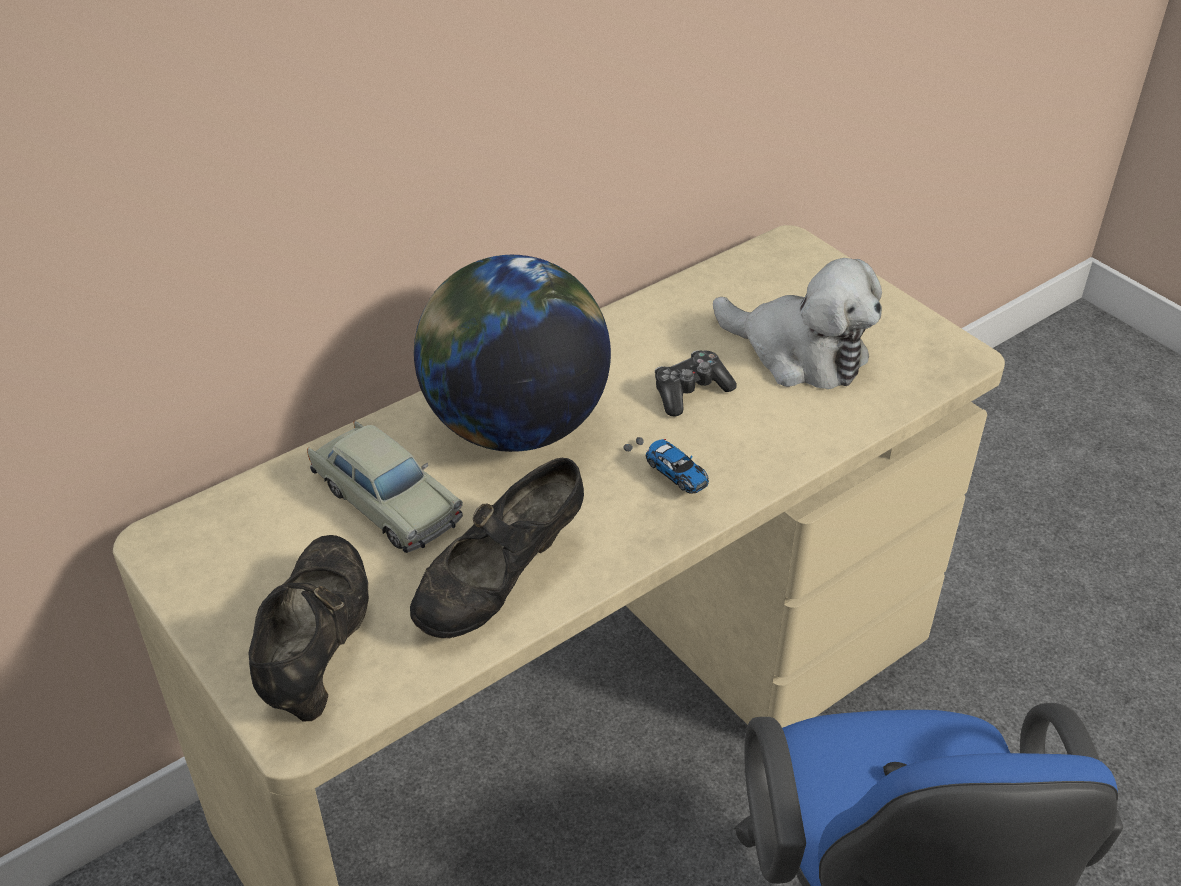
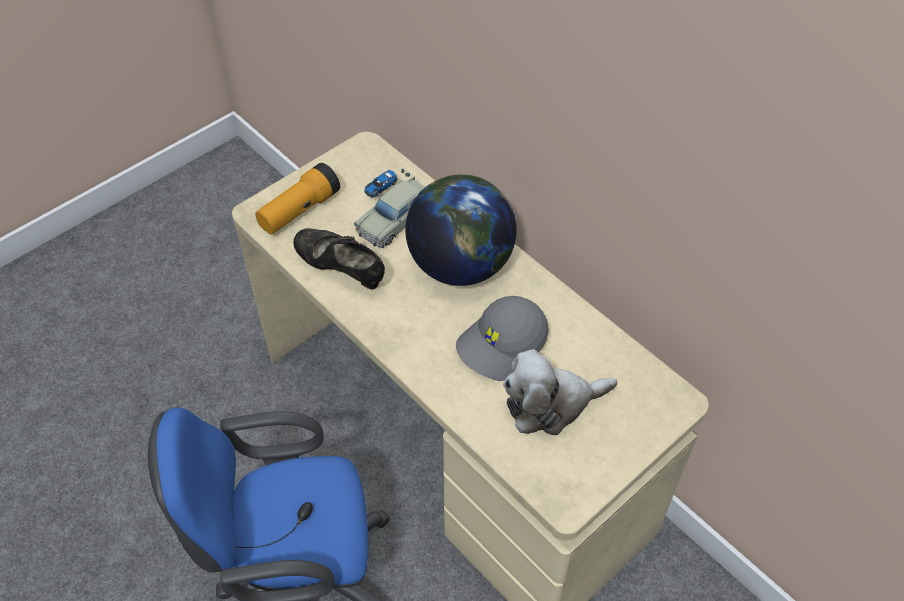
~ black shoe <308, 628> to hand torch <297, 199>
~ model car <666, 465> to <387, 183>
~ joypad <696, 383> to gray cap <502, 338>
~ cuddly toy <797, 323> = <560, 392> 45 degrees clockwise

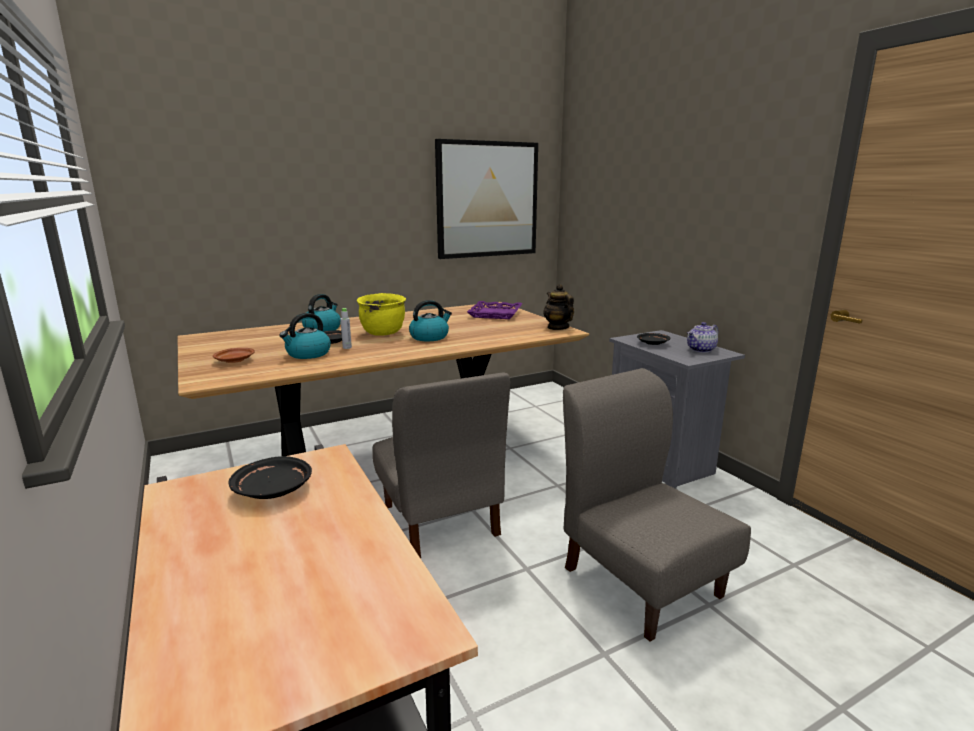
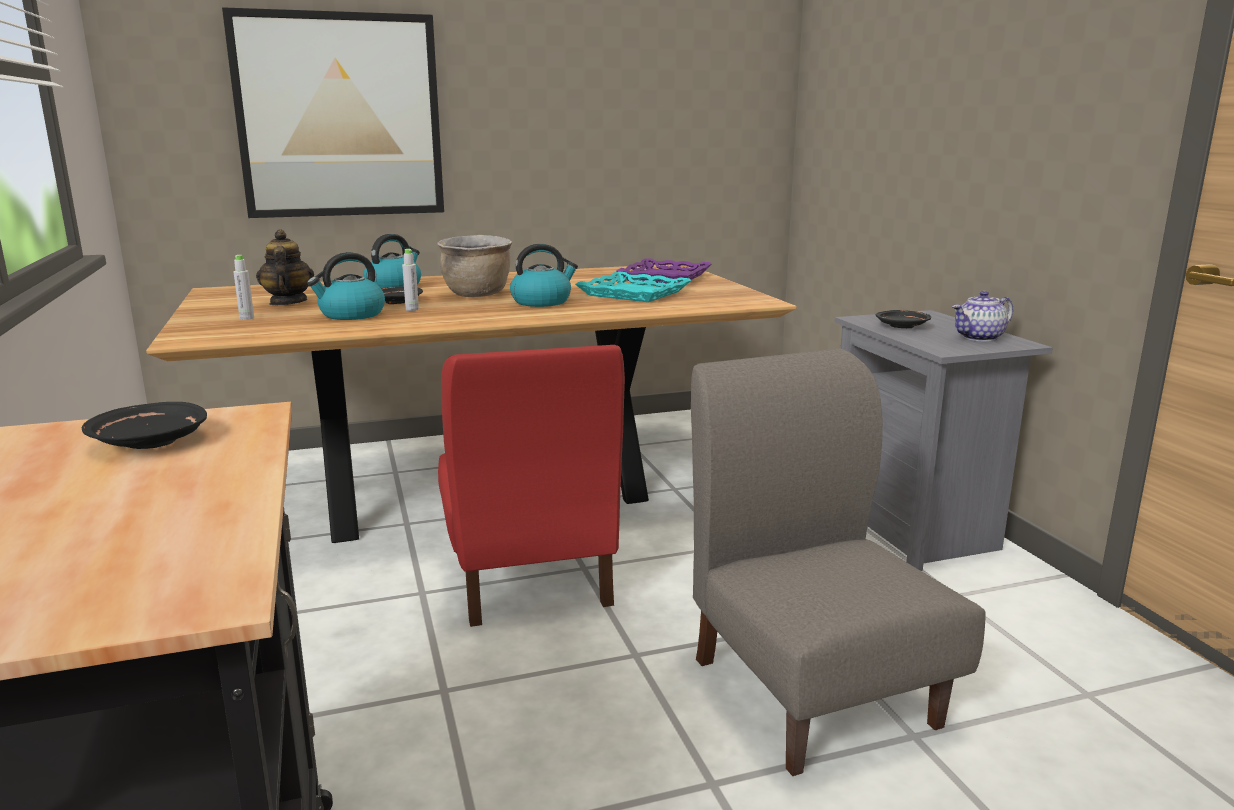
~ wall art <486, 199> to <333, 112>
~ brown flat dish <234, 355> to gray drink bottle <244, 287>
~ tea pot <558, 307> to <285, 267>
~ yellowish saucepot <381, 314> to brown saucepot <474, 266>
~ gray plain chair <441, 465> to red plain chair <531, 486>
+ turquoise serving tray <633, 286>

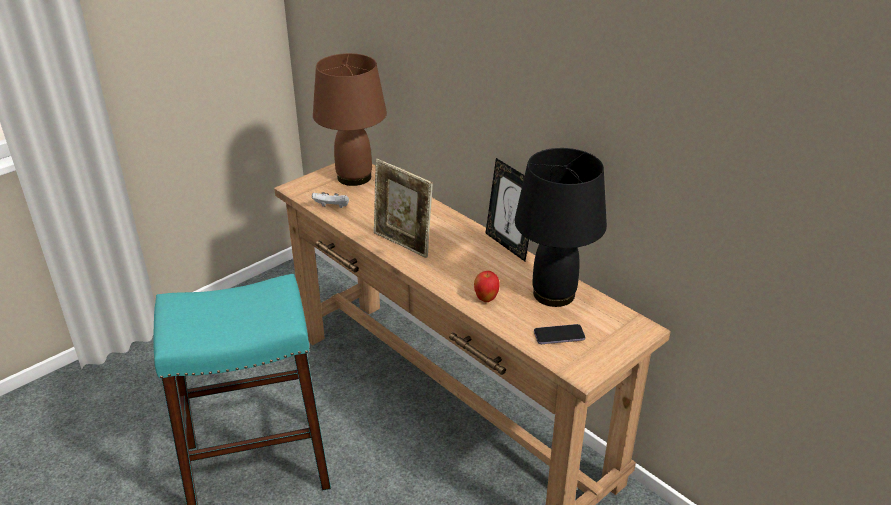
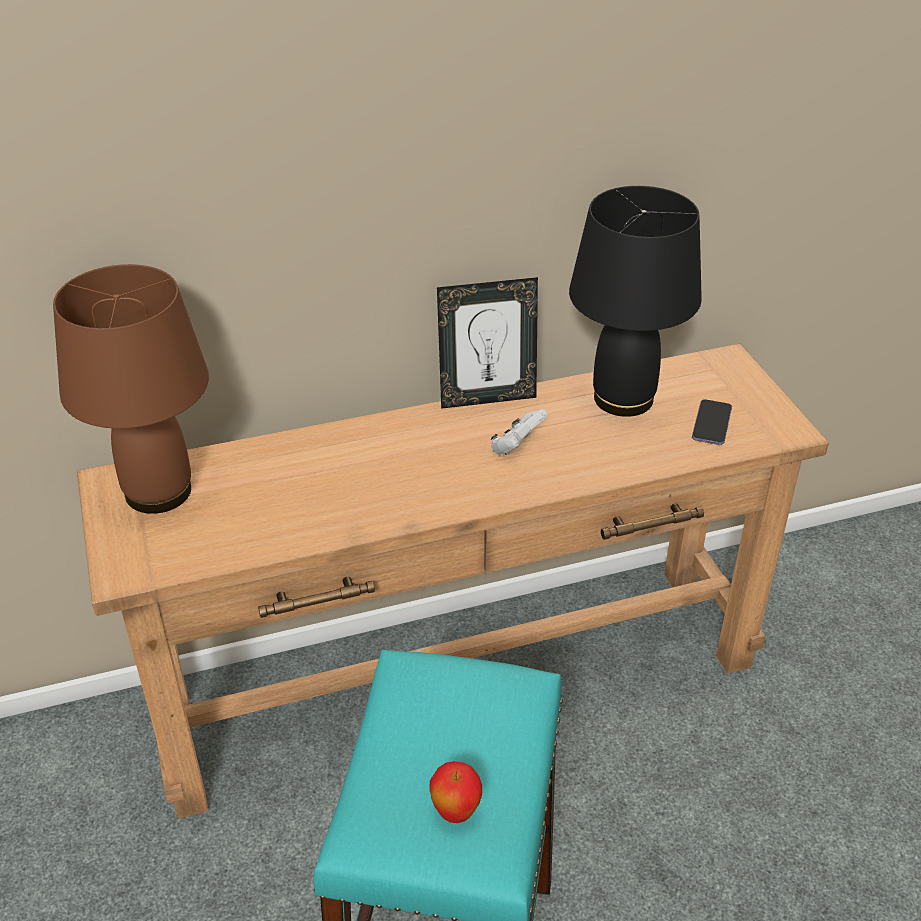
~ apple fruit <487, 286> to <455, 792>
~ white-coloured joypad <330, 200> to <519, 432>
- standing frame <403, 208>

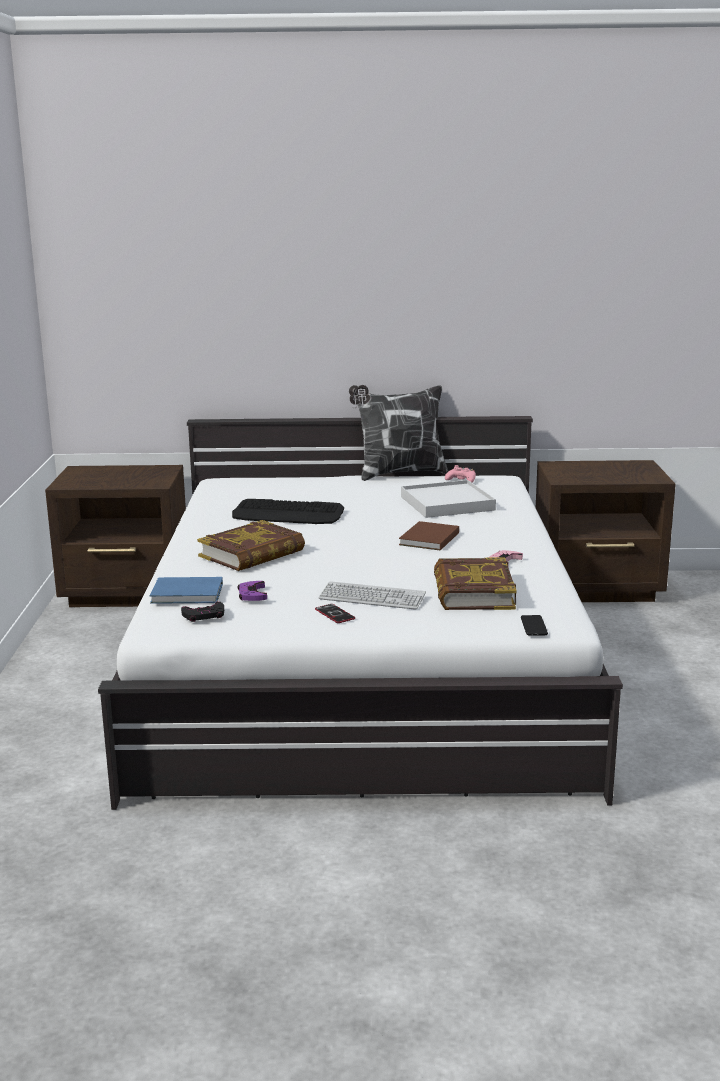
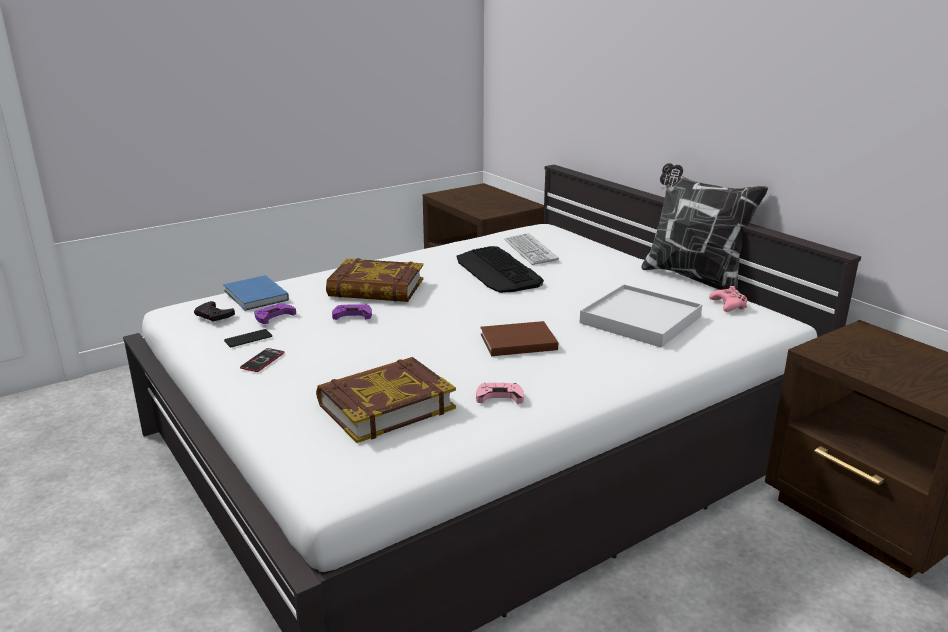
~ telephone <534, 625> to <248, 338>
+ purplish joypad <352, 312>
~ keyboard <372, 595> to <531, 249>

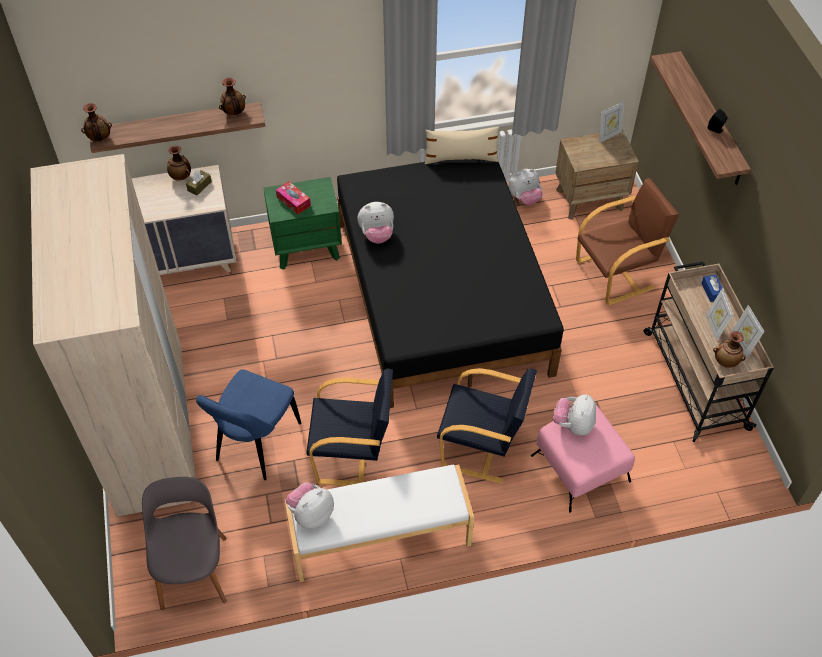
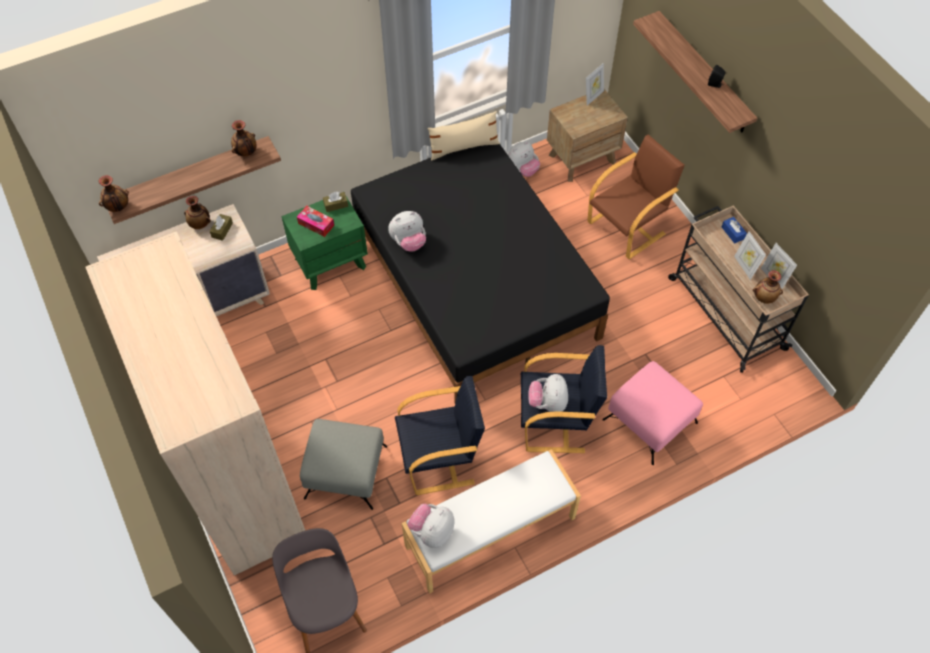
~ blue plain chair <248, 424> to gray footrest <343, 464>
+ brown tissue holder <335, 201>
~ cuddly toy <574, 414> to <548, 393>

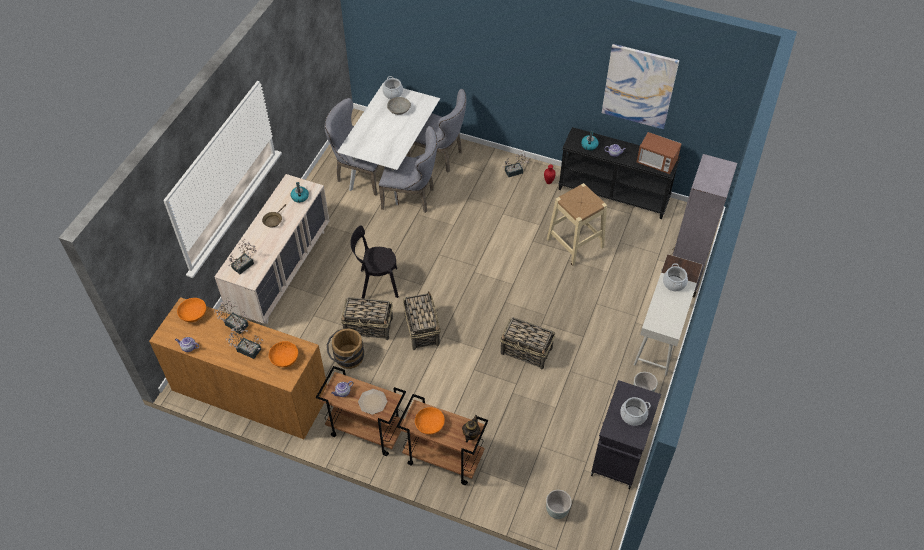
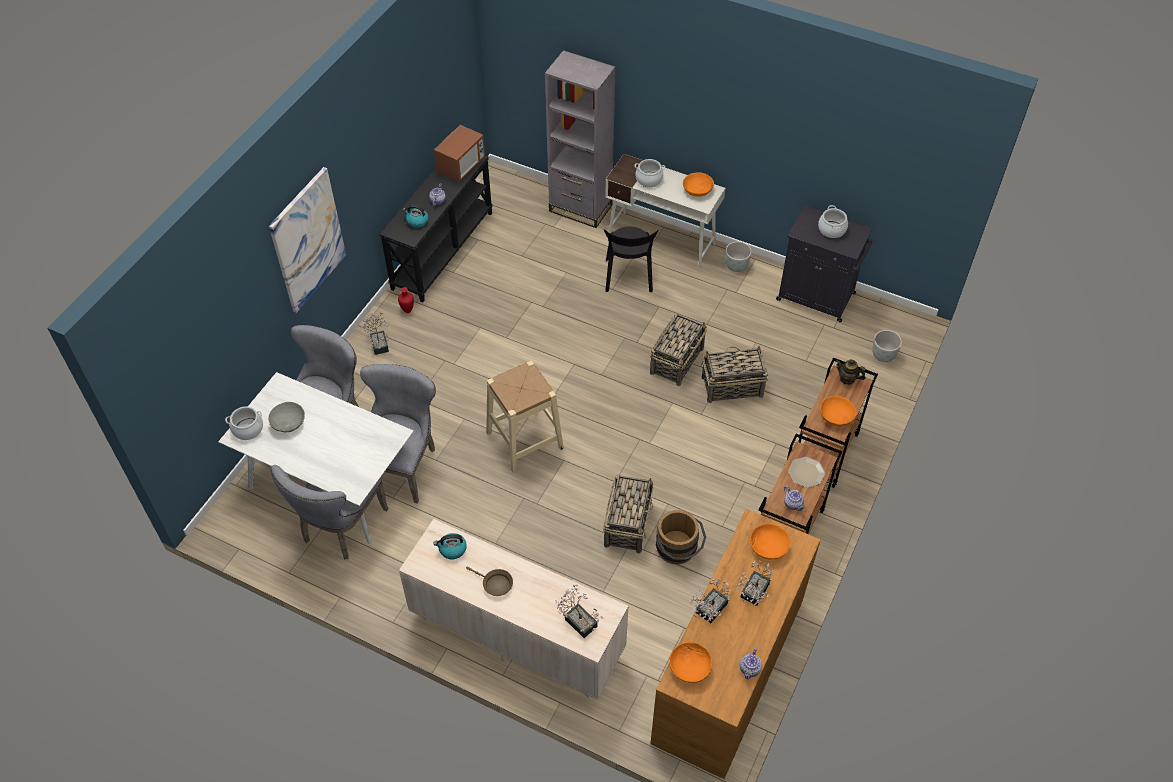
~ wall art <640, 86> to <307, 240>
~ beige-coloured stool seat <577, 224> to <525, 417>
~ black plain chair <374, 262> to <631, 259>
+ orange-coloured bowl <698, 184>
~ storage basket <422, 320> to <734, 374>

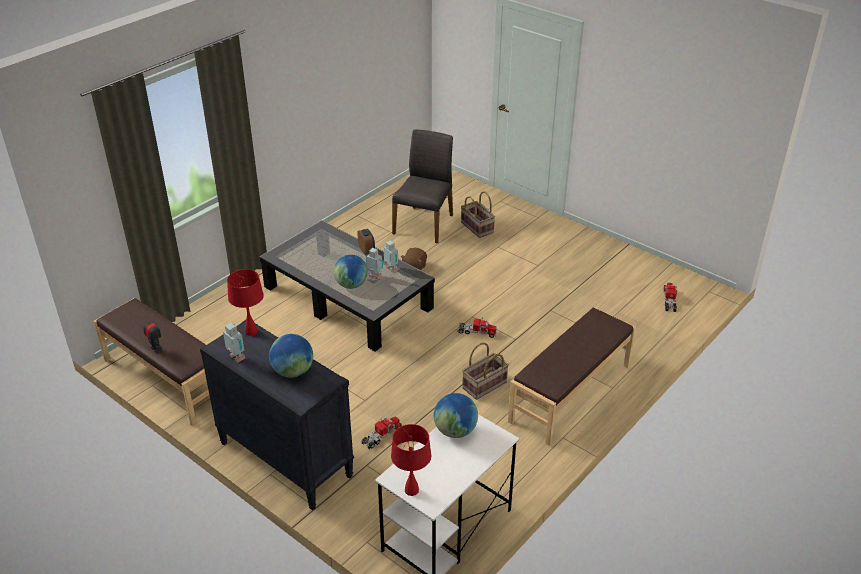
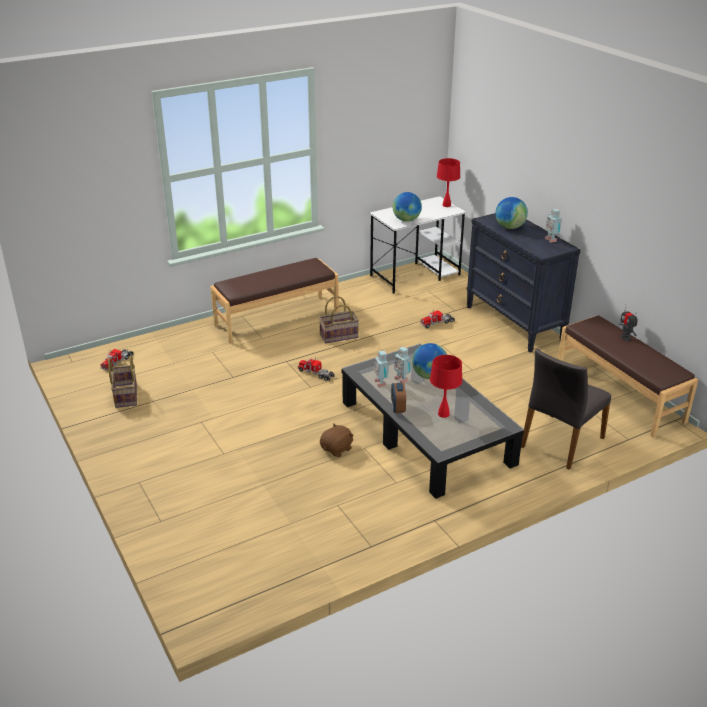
~ storage basket <478, 214> to <122, 382>
~ red table lamp <245, 302> to <446, 386>
~ gray plain chair <422, 186> to <566, 409>

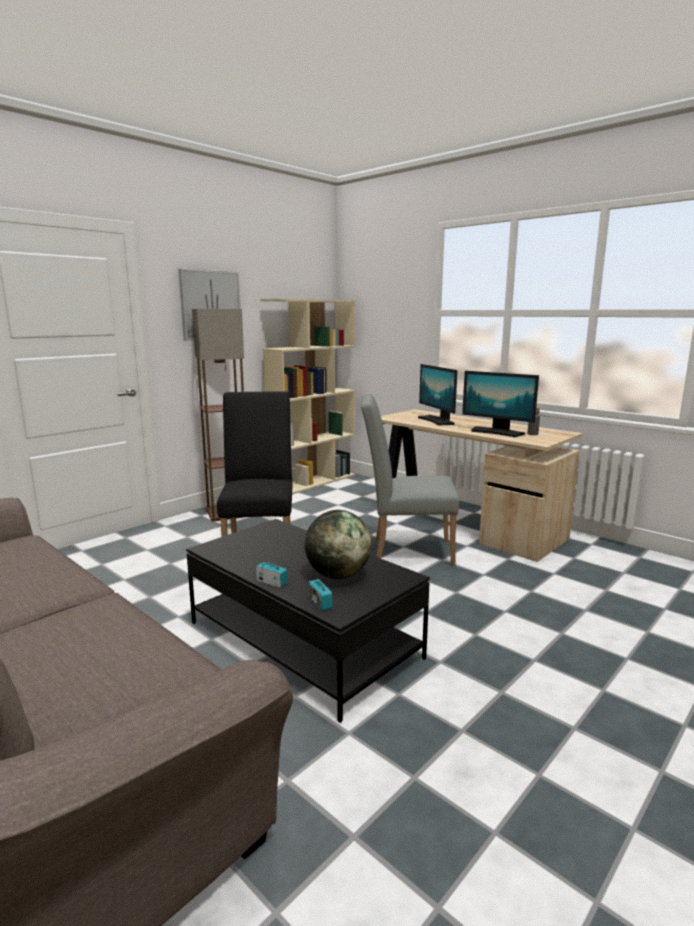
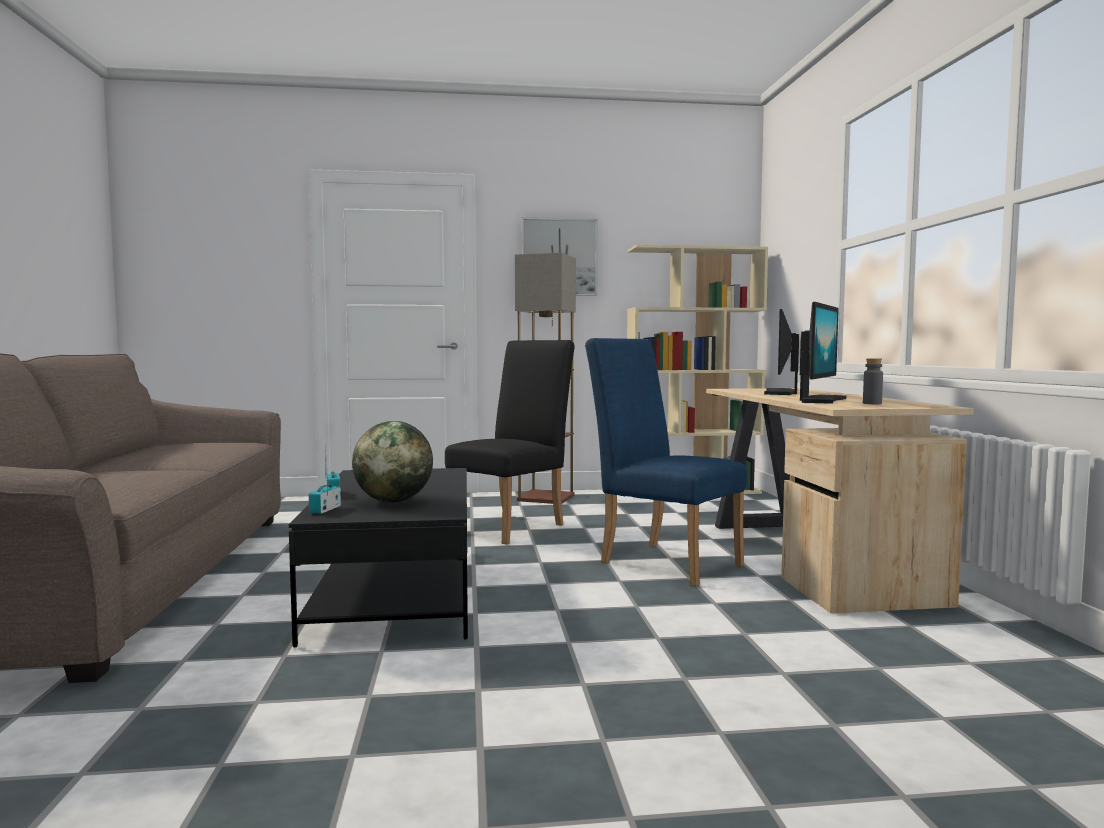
~ gray plain chair <410, 479> to blue plain chair <666, 462>
~ monitor <500, 404> = <823, 353> 135 degrees counterclockwise

